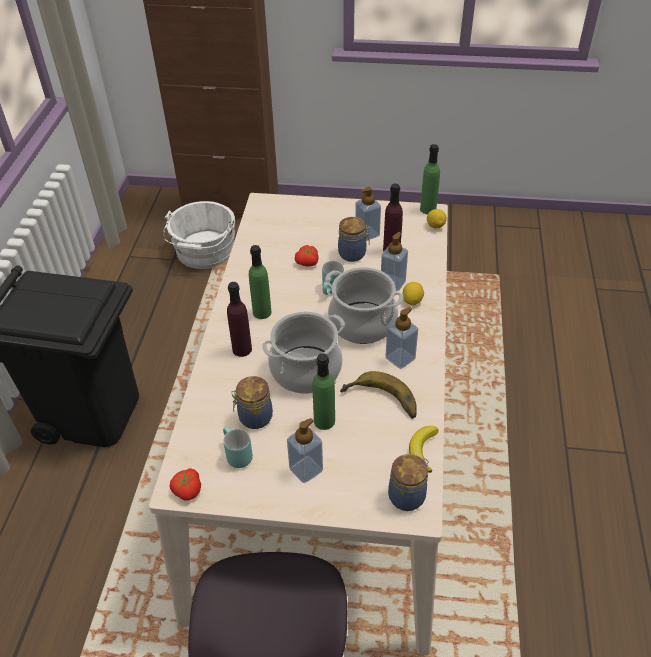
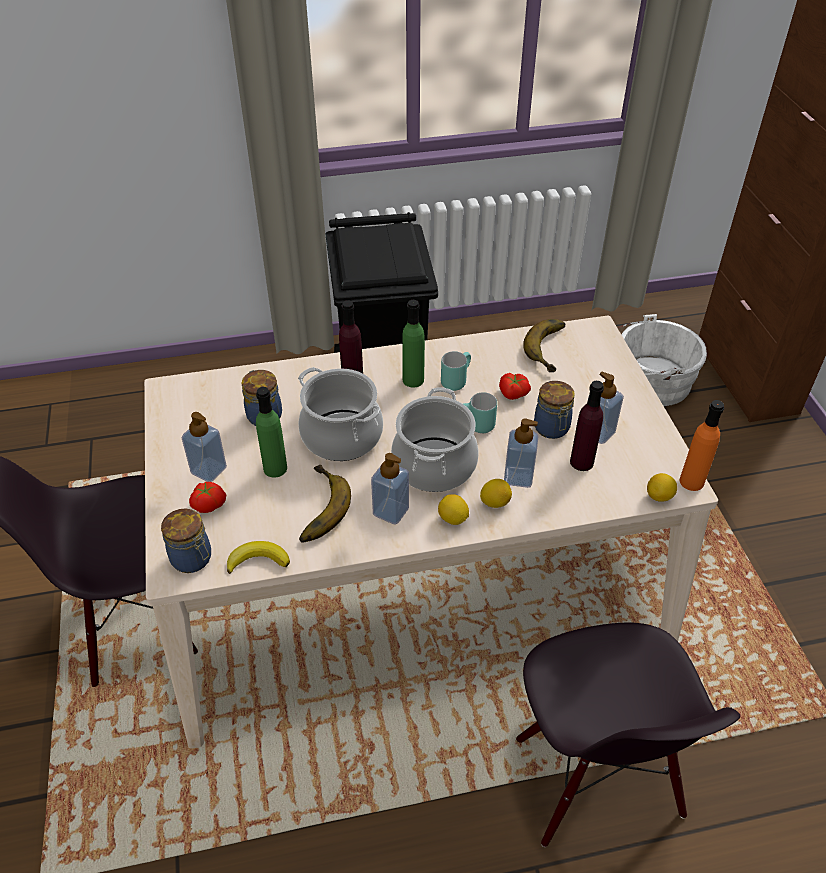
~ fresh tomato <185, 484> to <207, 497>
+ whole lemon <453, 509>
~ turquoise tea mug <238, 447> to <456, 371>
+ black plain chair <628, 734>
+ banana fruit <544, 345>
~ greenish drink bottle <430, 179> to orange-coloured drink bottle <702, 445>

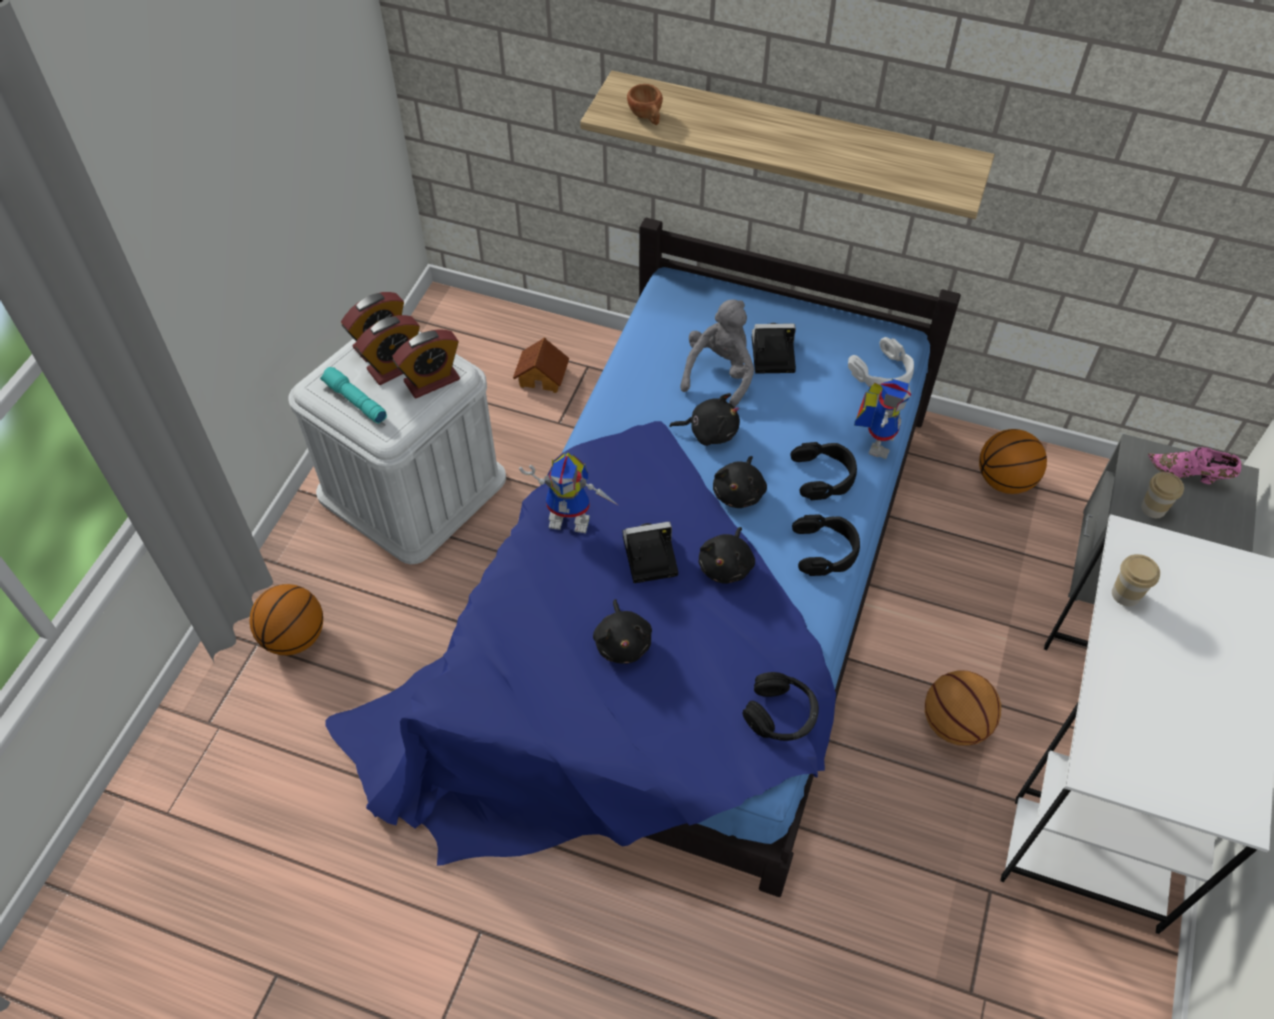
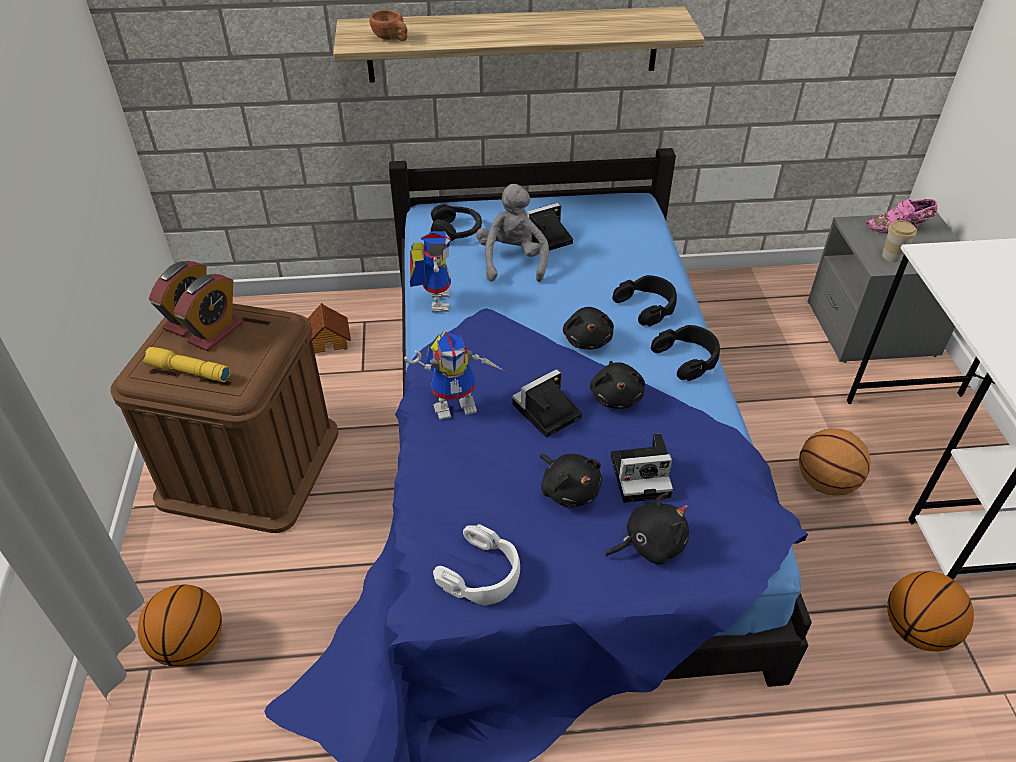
~ white-coloured storage bin <397, 447> to brown storage bin <224, 418>
~ turquoise hand torch <353, 395> to yellowish hand torch <186, 364>
~ model robot <882, 419> to <430, 272>
~ black headphones <780, 706> to <456, 223>
~ white-coloured headphones <881, 362> to <476, 564>
~ black cuddly toy <704, 419> to <647, 528>
+ photo camera <642, 468>
~ basketball ball <1013, 461> to <930, 611>
- bedside clock <426, 363>
- drinking cup <1136, 580>

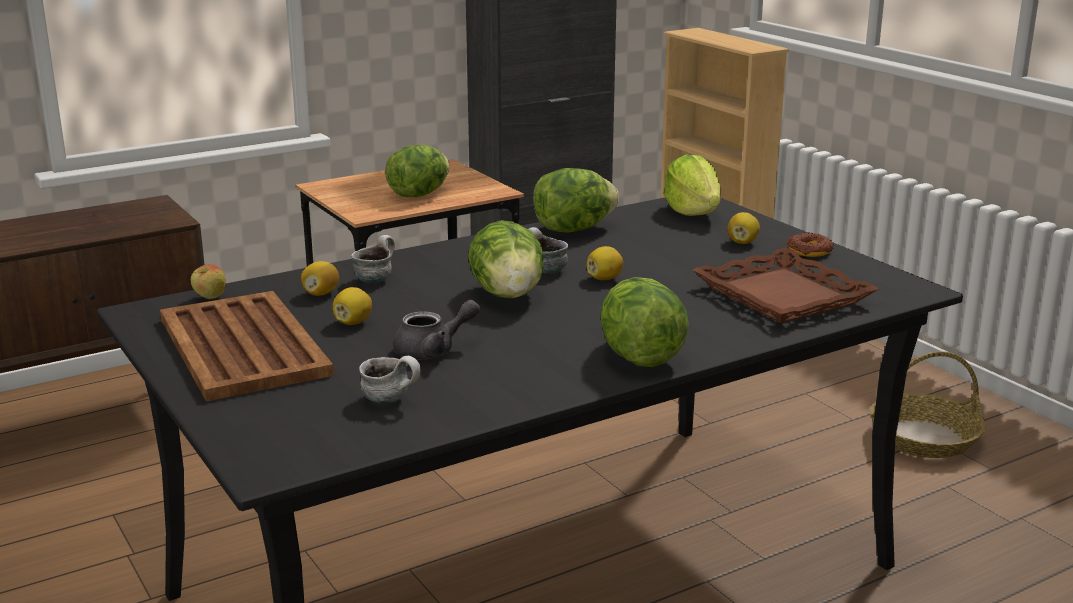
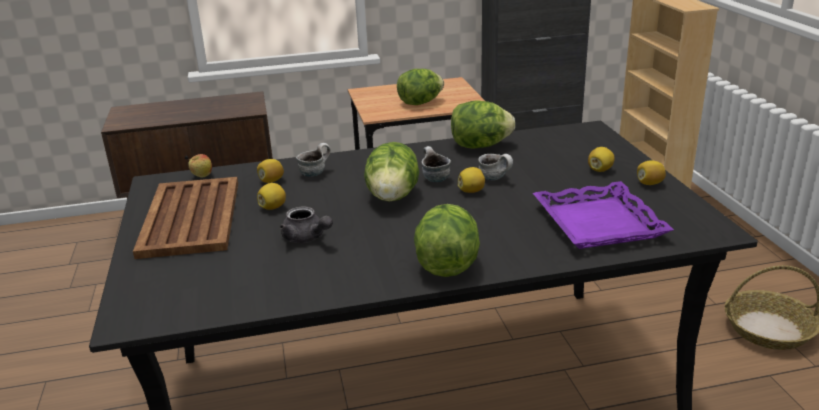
~ gray tea pot <436, 329> = <306, 225> 45 degrees clockwise
~ tea mug <390, 379> to <495, 167>
~ brown serving tray <786, 285> to purplish serving tray <603, 215>
~ donut <810, 245> to whole lemon <651, 172>
- head of lettuce <692, 185>

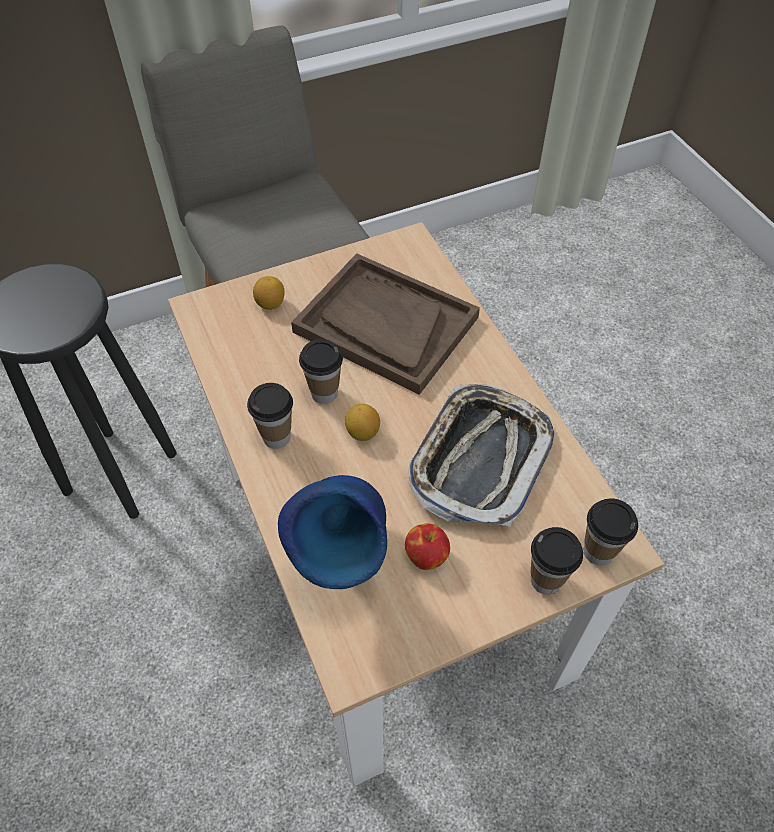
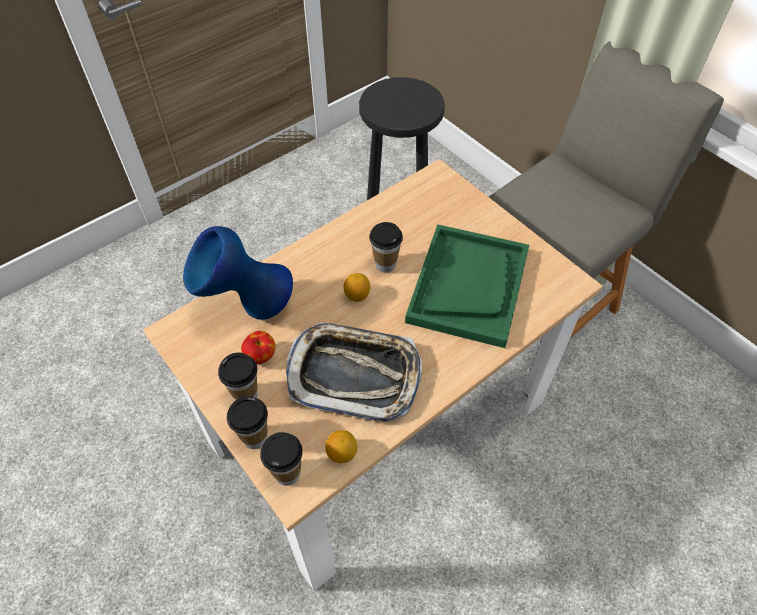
~ drinking cup <270, 416> to <238, 376>
~ whole lemon <269, 293> to <341, 446>
~ brown serving tray <385, 324> to greenish serving tray <467, 286>

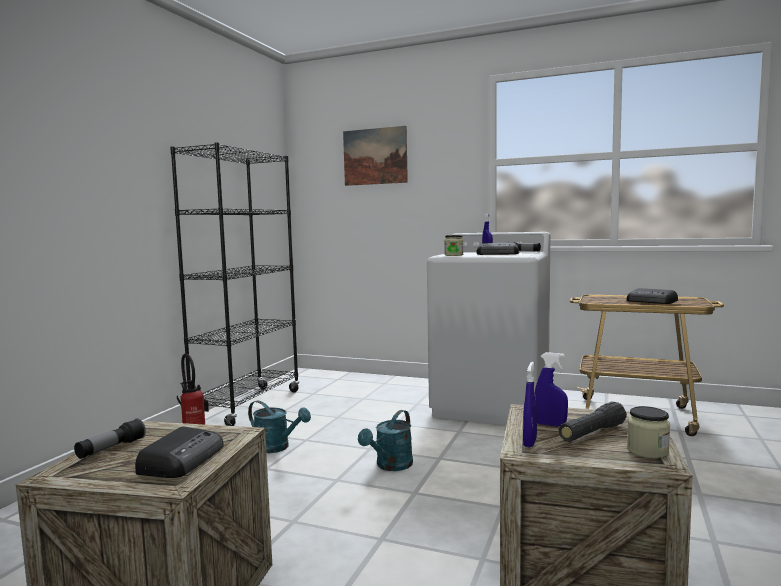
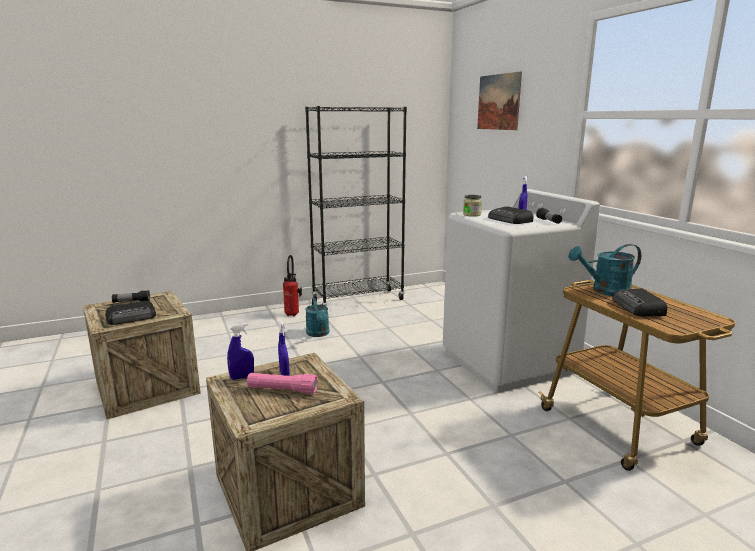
~ black hand torch <593, 422> to pink-coloured hand torch <282, 383>
~ turquoise sprinkling can <385, 440> to <604, 270>
- preserve jar <648, 432>

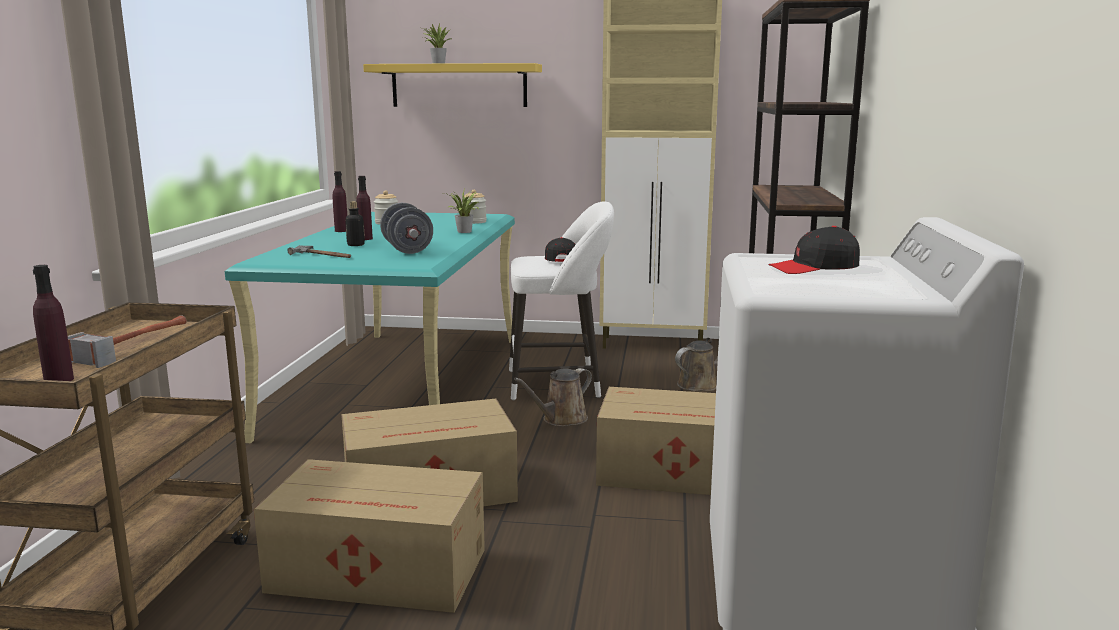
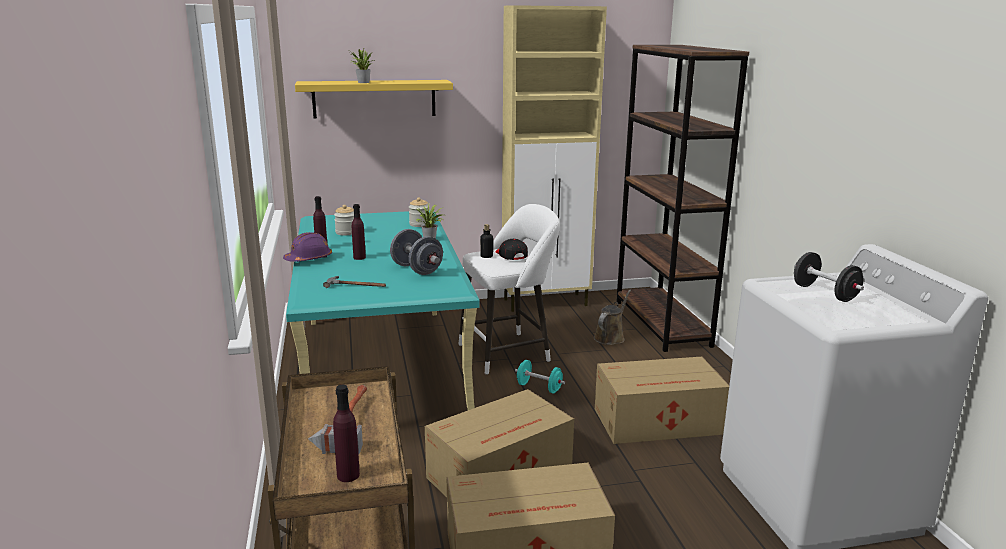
+ purplish hard hat <307, 247>
~ drink bottle <355, 223> to <486, 241>
~ brown sprinkling can <553, 397> to turquoise dumbbell <540, 376>
~ black cap <814, 250> to black dumbbell <829, 277>

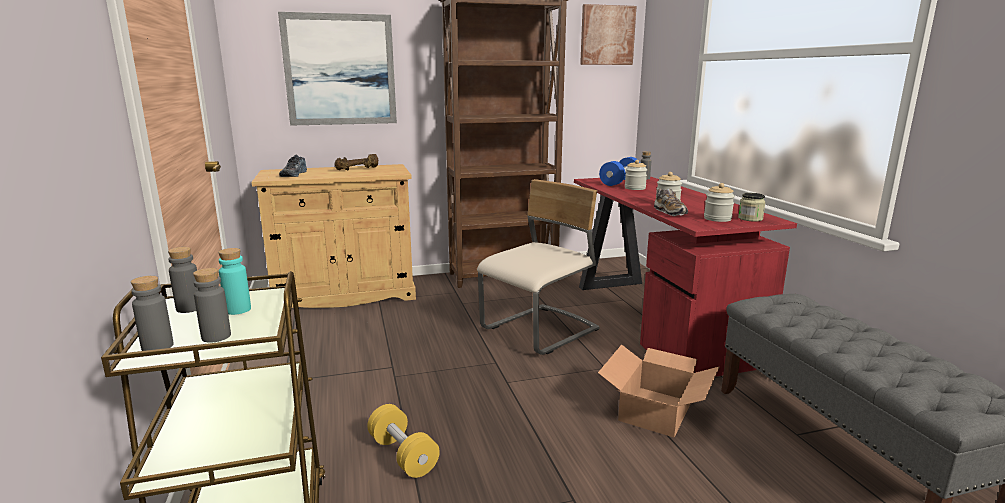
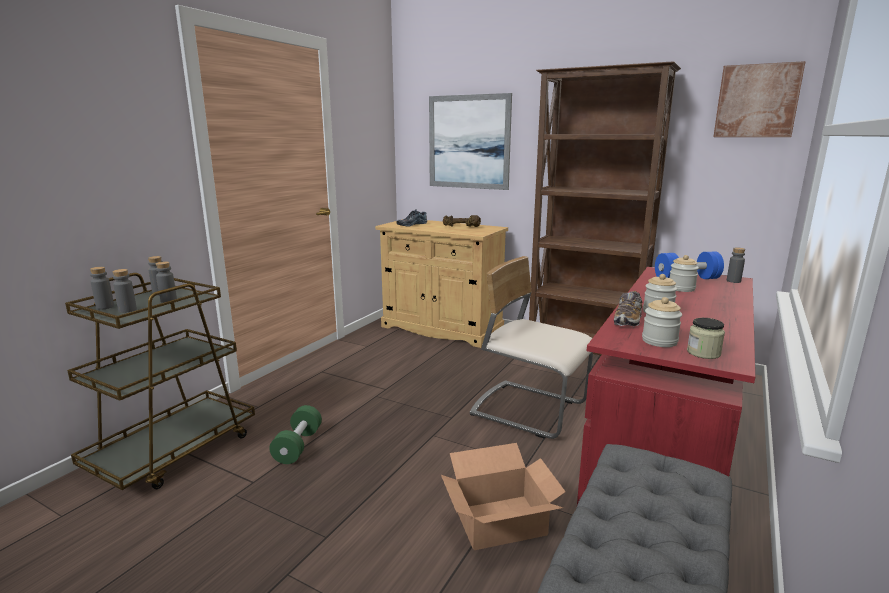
~ turquoise drink bottle <234, 281> to gray drink bottle <166, 282>
~ yellowish dumbbell <403, 441> to greenish dumbbell <295, 434>
~ beige-coloured plain chair <538, 267> = <531, 347> 150 degrees counterclockwise

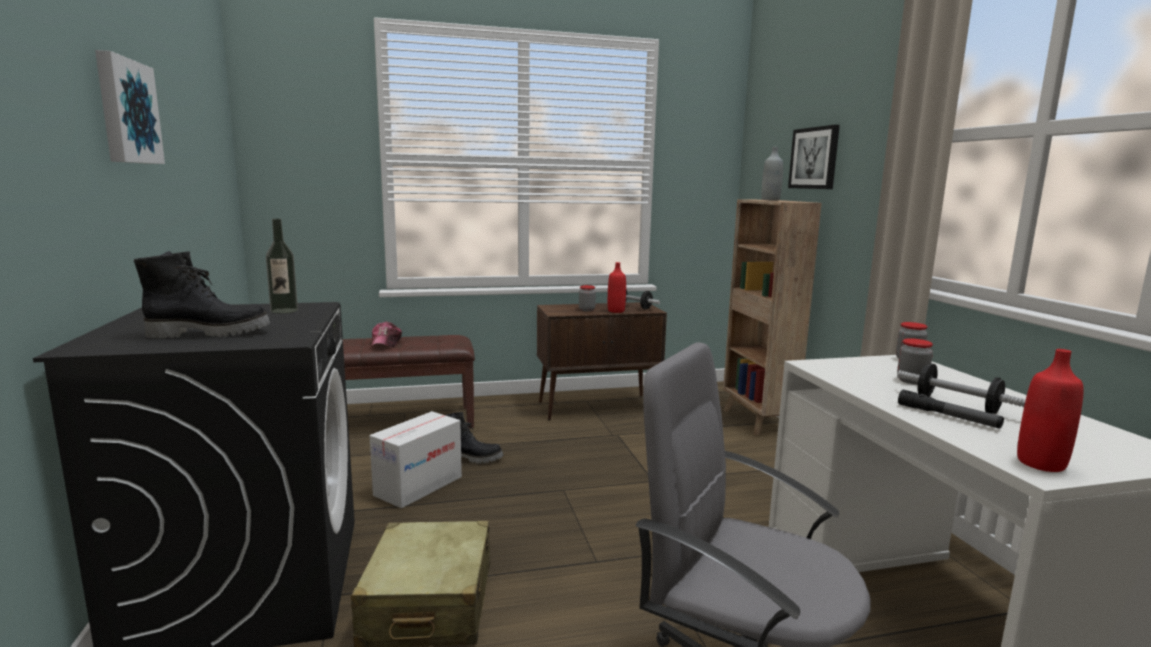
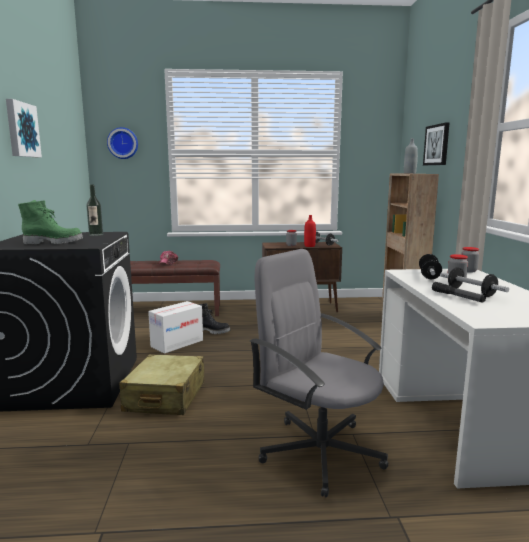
~ black tall boot <202, 295> to greenish tall boot <50, 222>
+ clock on the wall <122, 143>
+ dumbbell <430, 266>
- red drink bottle <1050, 410>

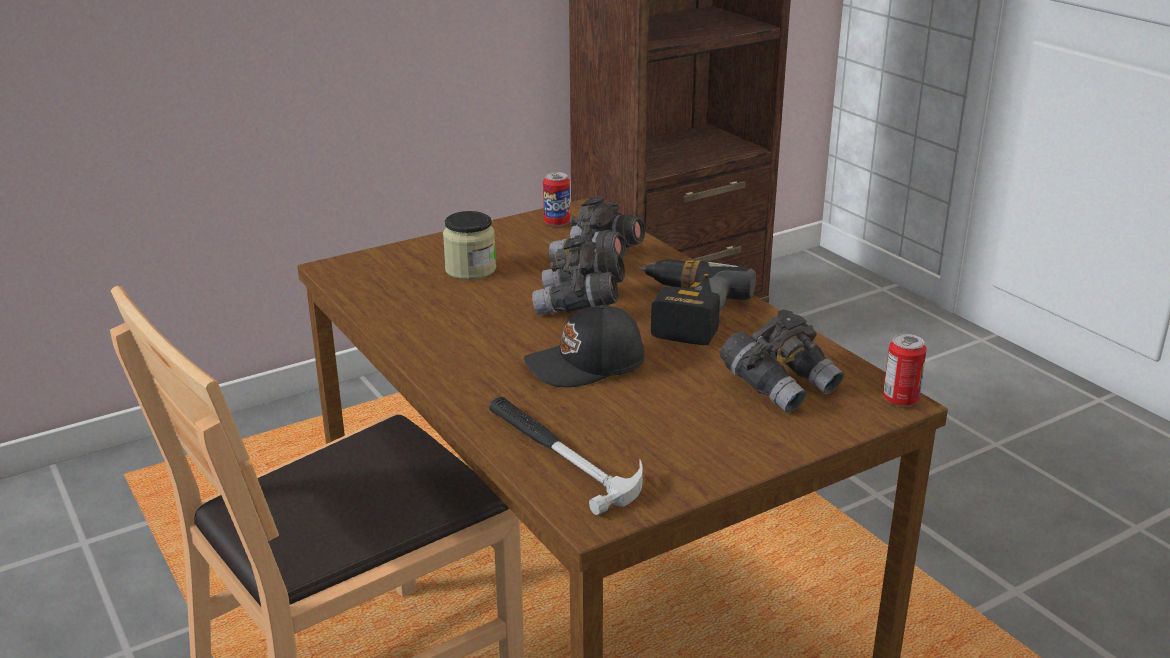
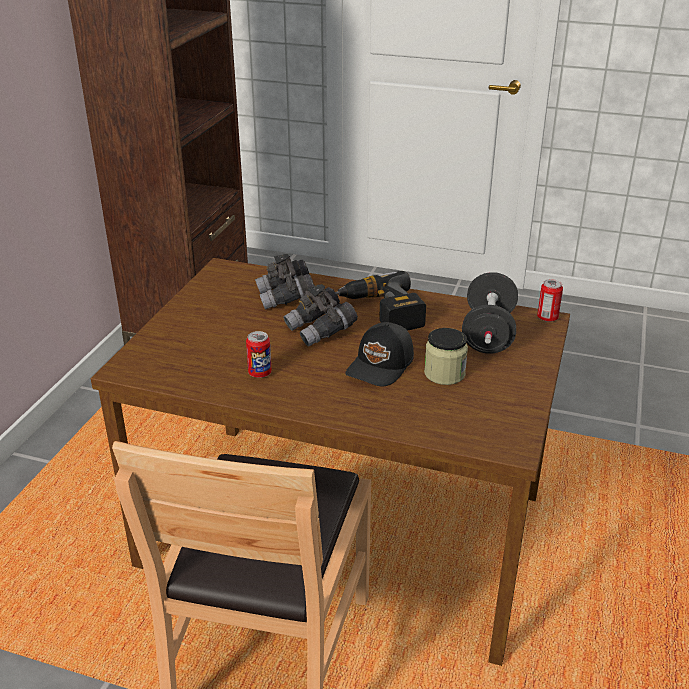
~ sealed can <556, 199> to <259, 354>
~ preserve jar <469, 245> to <446, 356>
~ gray binoculars <782, 361> to black dumbbell <490, 313>
- hand hammer <566, 456>

